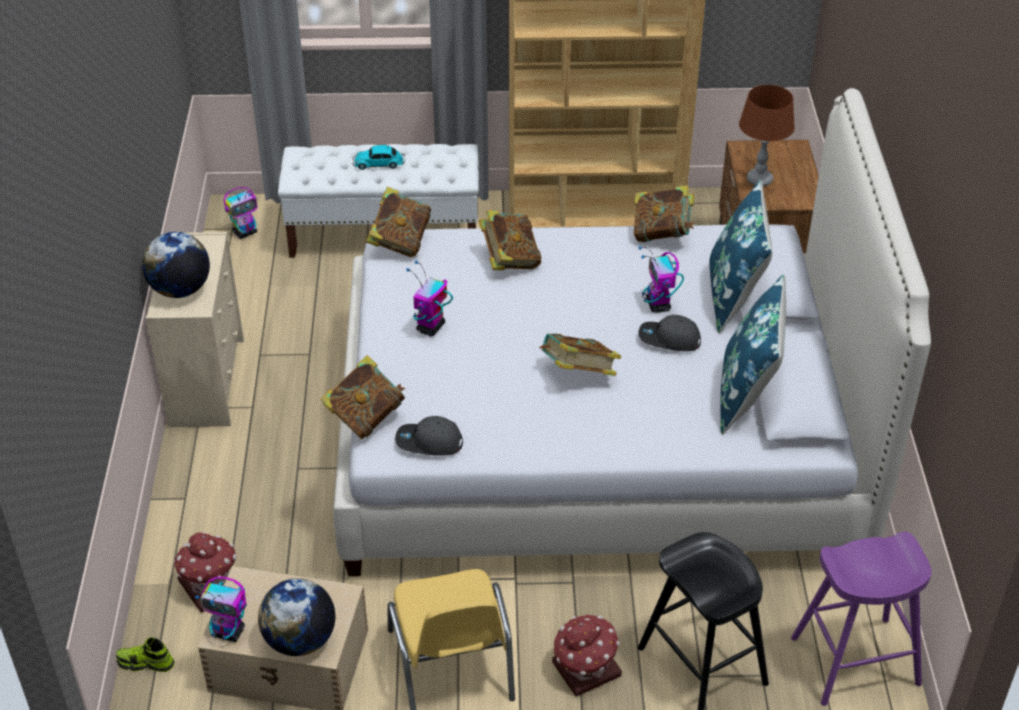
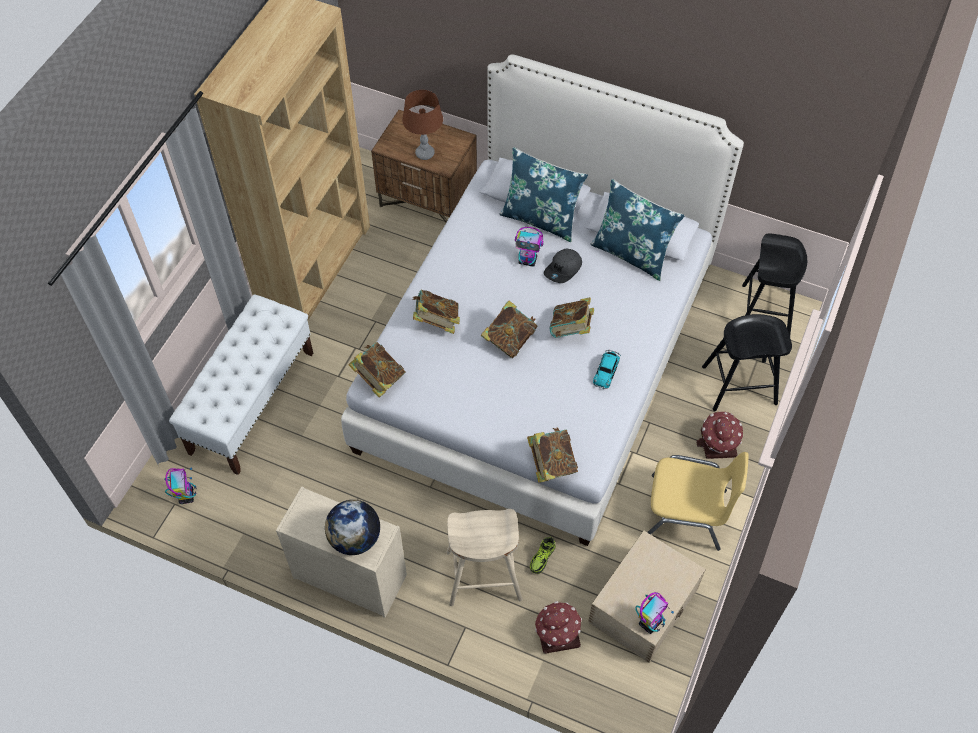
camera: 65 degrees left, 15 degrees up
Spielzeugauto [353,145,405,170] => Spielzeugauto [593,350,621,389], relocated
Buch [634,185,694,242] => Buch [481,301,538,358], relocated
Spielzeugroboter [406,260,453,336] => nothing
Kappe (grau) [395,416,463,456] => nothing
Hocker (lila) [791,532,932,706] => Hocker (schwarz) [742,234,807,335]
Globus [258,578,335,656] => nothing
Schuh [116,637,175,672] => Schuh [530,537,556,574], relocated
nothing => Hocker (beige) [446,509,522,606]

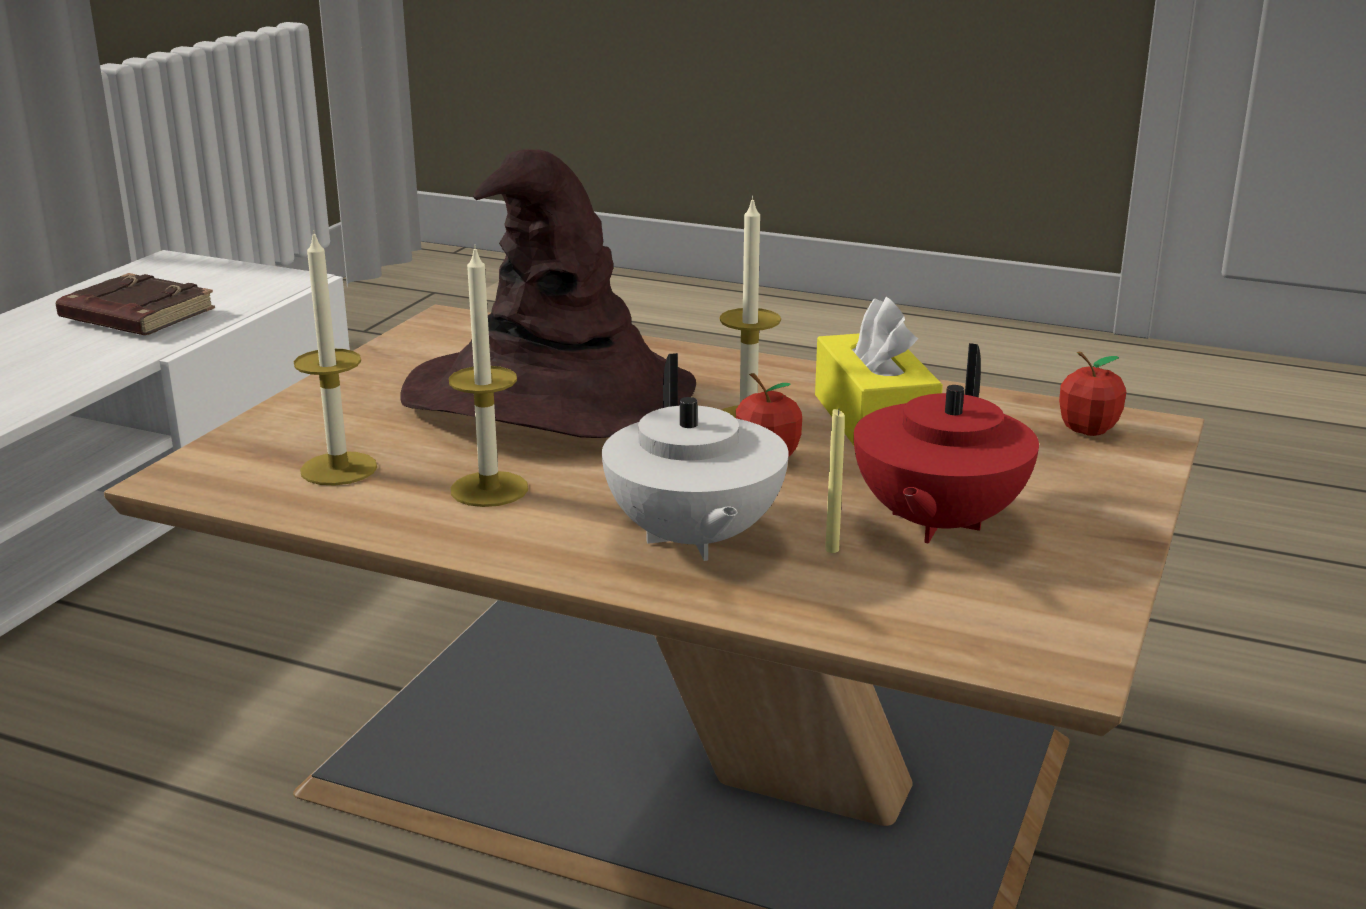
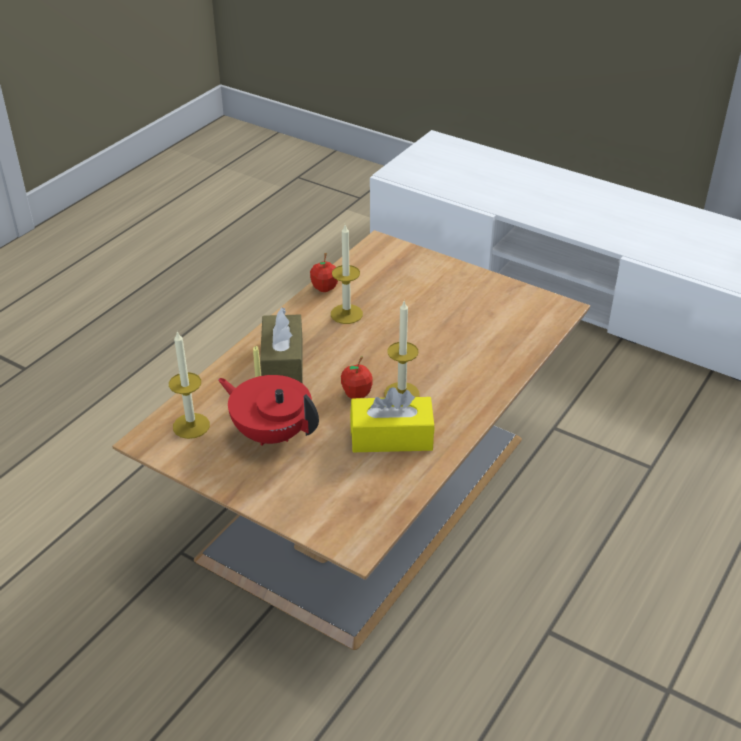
camera: 100 degrees right, 15 degrees up
Hut (braun) [400,149,696,438] => nothing
Kerze [294,230,377,485] => Kerze [169,330,210,439], relocated
Buch (braun) [56,273,215,335] => nothing
Apfel [1059,352,1126,436] => Apfel [310,253,338,292], relocated
Teekanne (weiß) [602,353,789,561] => Taschentuchbox (braun) [260,307,302,383]

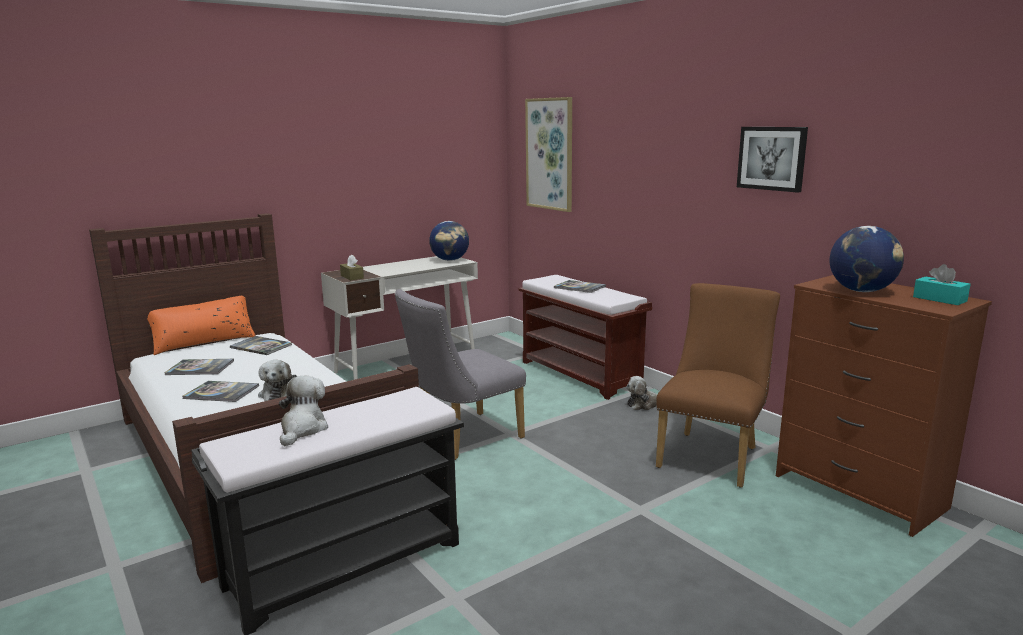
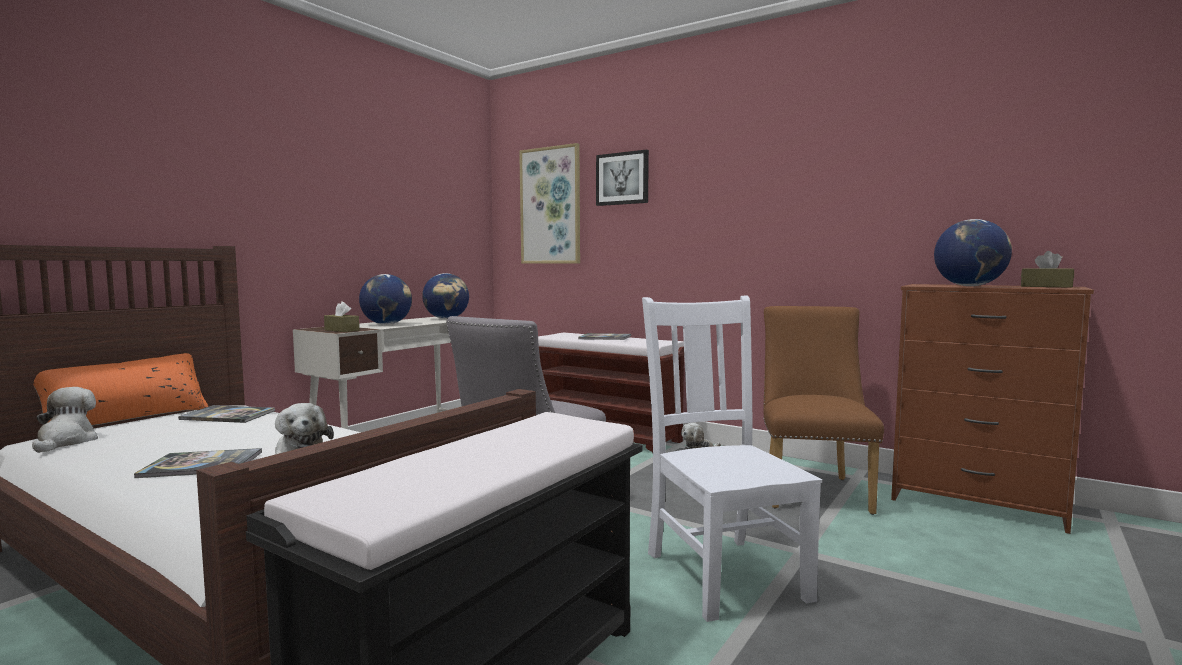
camera: 20 degrees left, 10 degrees down
Bild [737,127,808,193] => Bild [596,150,649,206], relocated
Taschentuchbox (türkis) [913,264,971,305] => Taschentuchbox (braun) [1021,251,1074,288]
Buch [165,359,234,375] => nothing
Plüschtier [279,376,328,446] => Plüschtier [32,387,98,453], relocated
nothing => Globus [359,274,412,325]
nothing => Stuhl (weiß) [642,296,822,622]

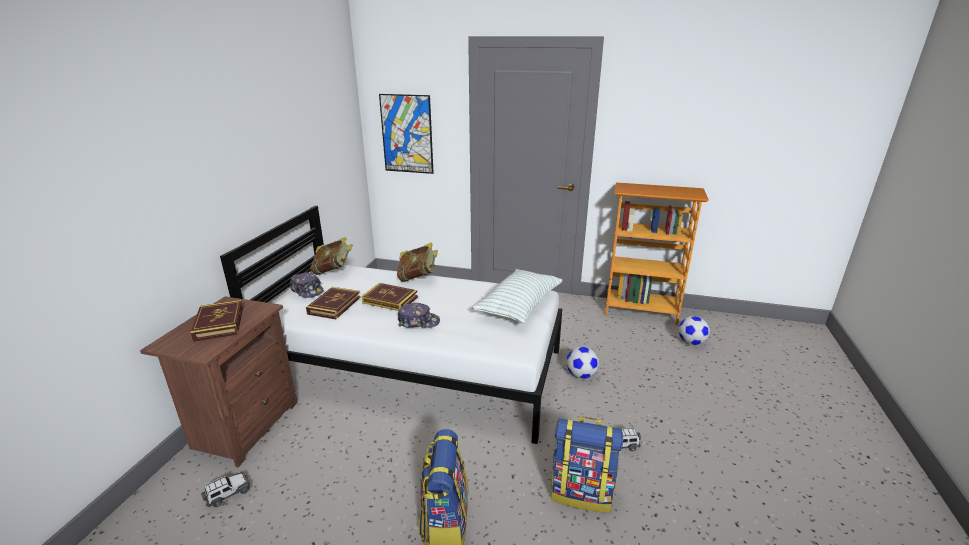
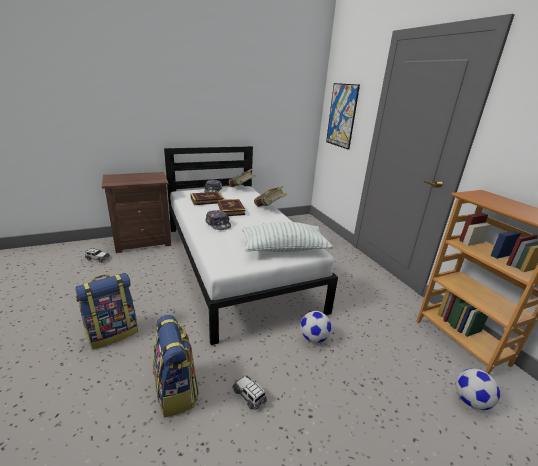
camera: 50 degrees right, 0 degrees up
Buch [190,300,243,342] => nothing

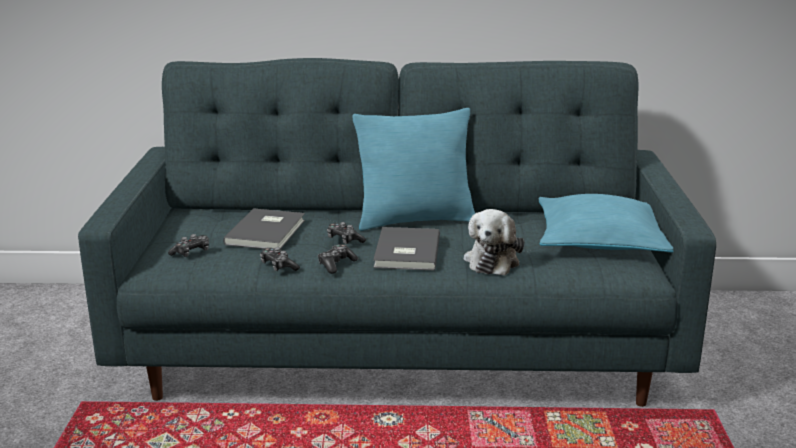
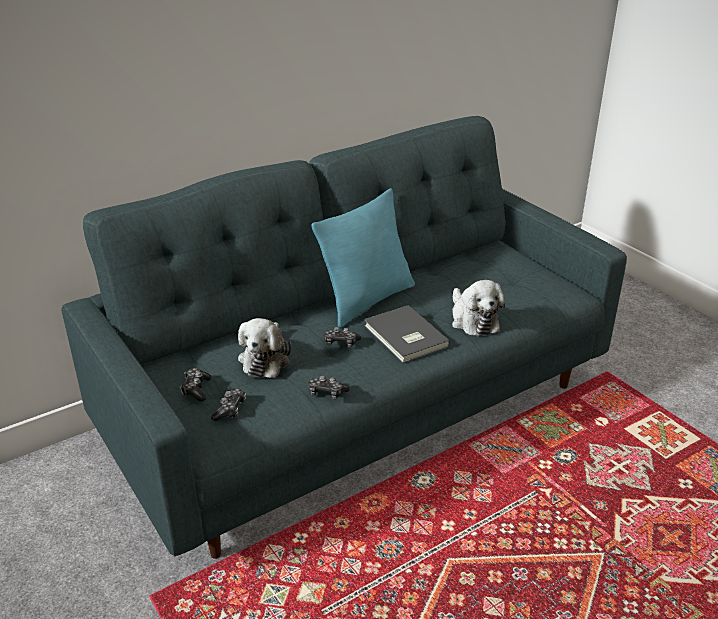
camera: 35 degrees left, 10 degrees up
Kissen (türkis) [539,194,673,253] => nothing
Buch (grau) [223,208,305,249] => Plüschtier [238,318,292,378]
Gamepad [318,244,358,274] => Gamepad [180,368,212,402], relocated

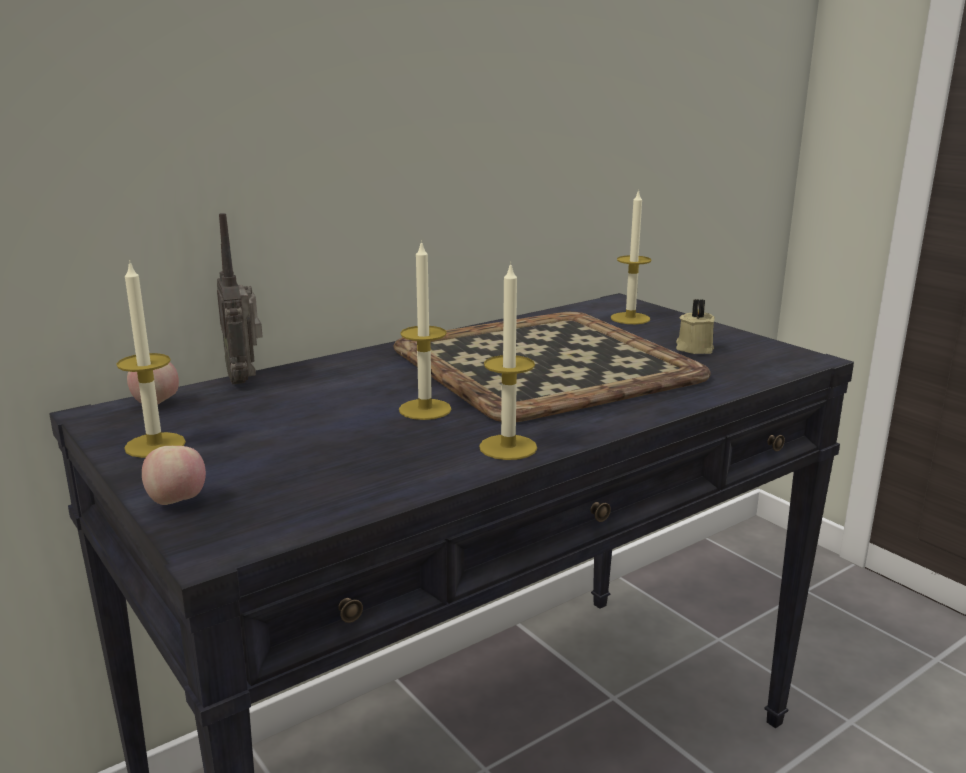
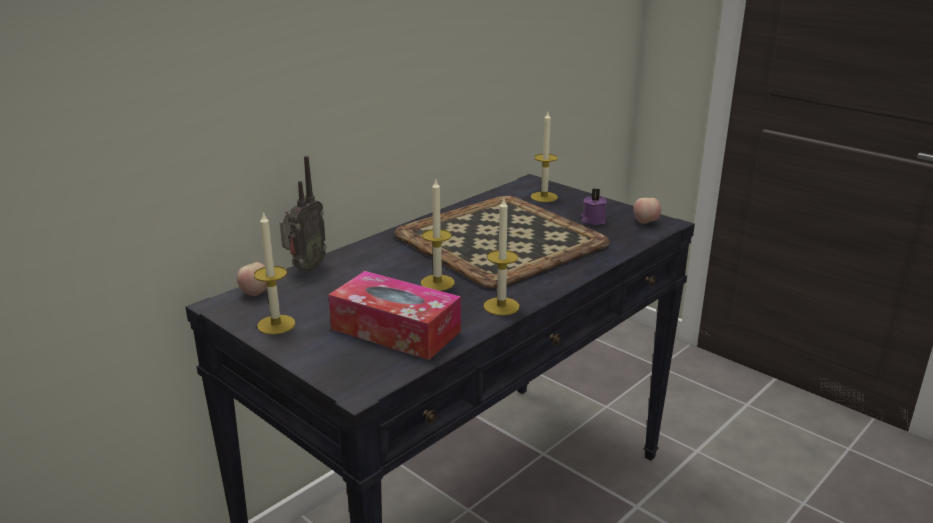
camera: 10 degrees left, 5 degrees up
Radio [217,213,263,384] => Radio [280,156,326,271], 120 degrees counterclockwise
Kerze (beige) [676,299,715,354] => Kerze (lila) [581,188,606,225]
Apfel [142,446,206,505] => Apfel [633,198,661,224], relocated
nothing => Taschentuchbox [329,271,461,360]

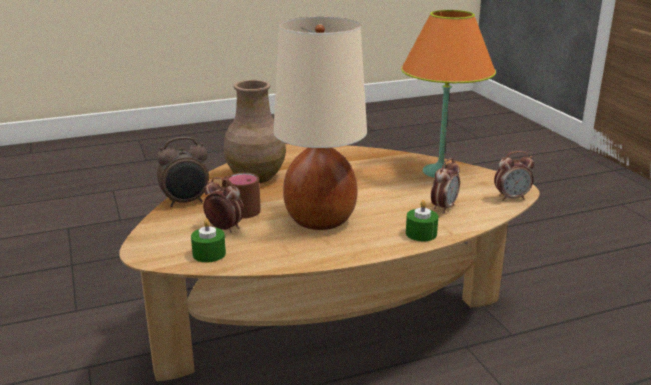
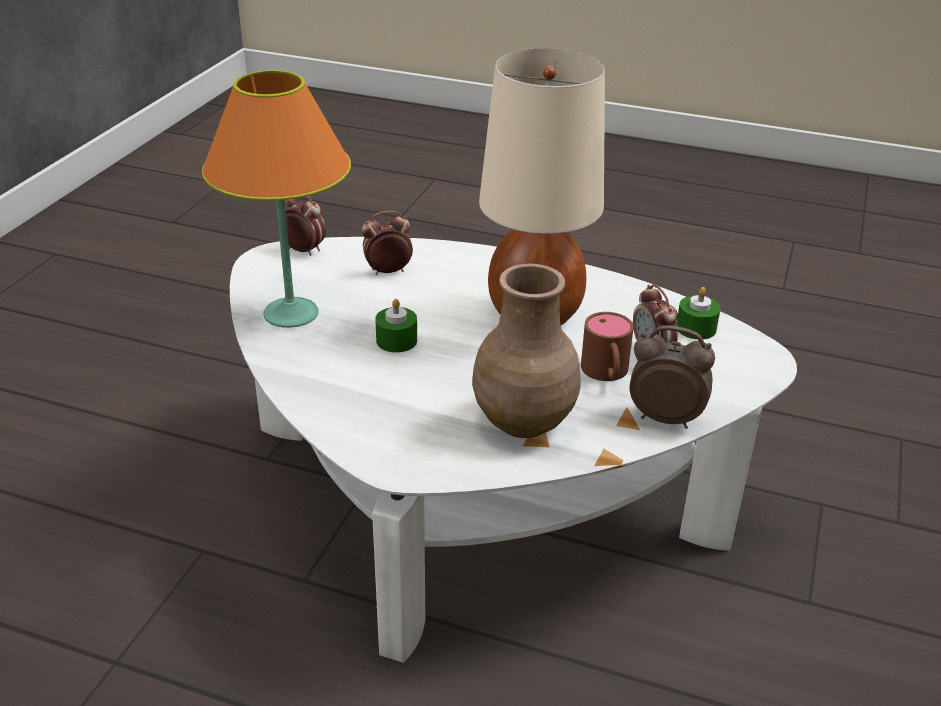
camera: 140 degrees left, 10 degrees up
Couchtisch (braun) [119,144,539,381] => Couchtisch (weiß) [230,237,797,663]
Kerze (grün) [406,200,438,242] => Kerze (grün) [375,299,417,353], relocated

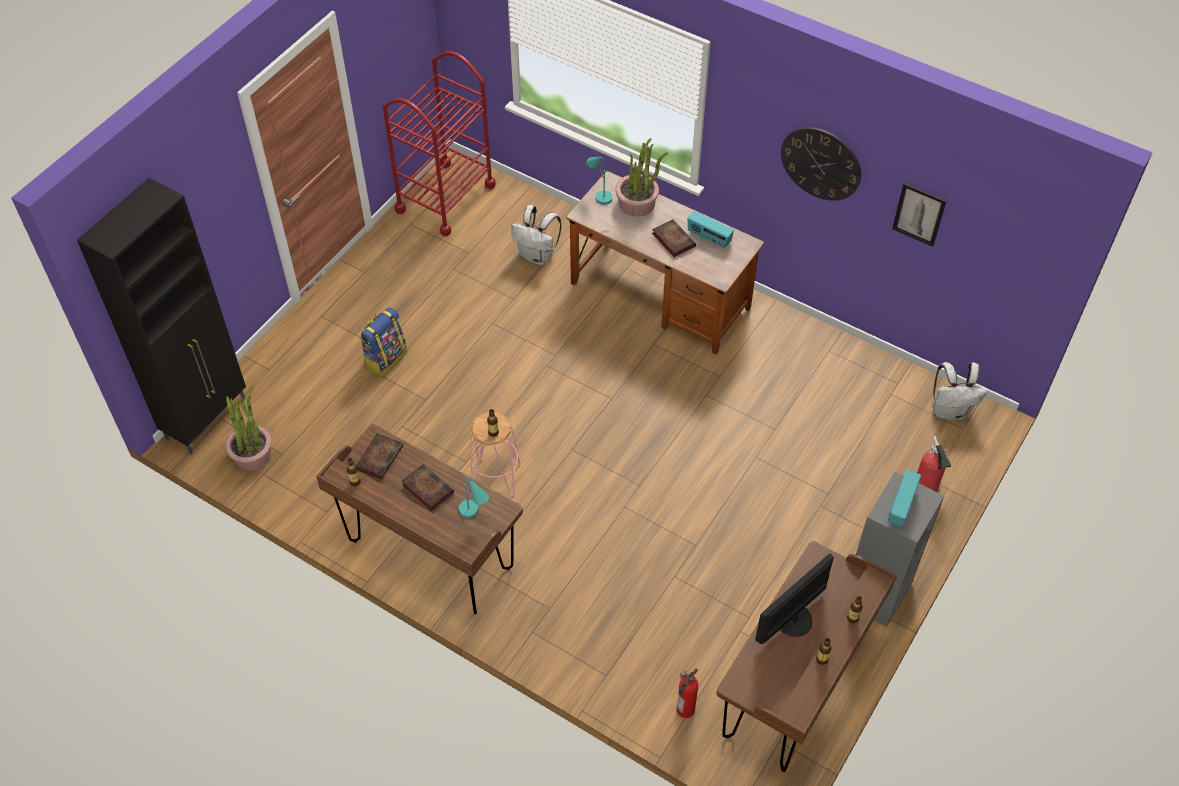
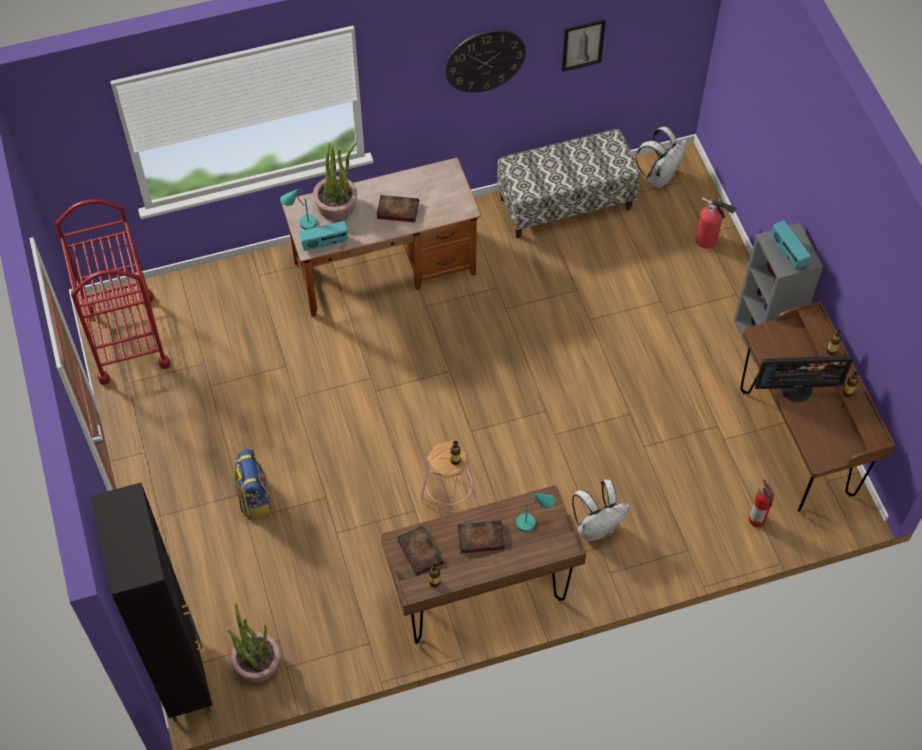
camera: 50 degrees left, 5 degrees up
Rucksack (weiß) [511,205,561,265] => Rucksack (weiß) [572,479,630,541], relocated
Radio [687,211,734,248] => Radio [299,221,348,251], relocated
Monitor [755,553,834,644] => Monitor [755,356,853,402], 90 degrees counterclockwise
nothing => Bank [497,129,641,238]

